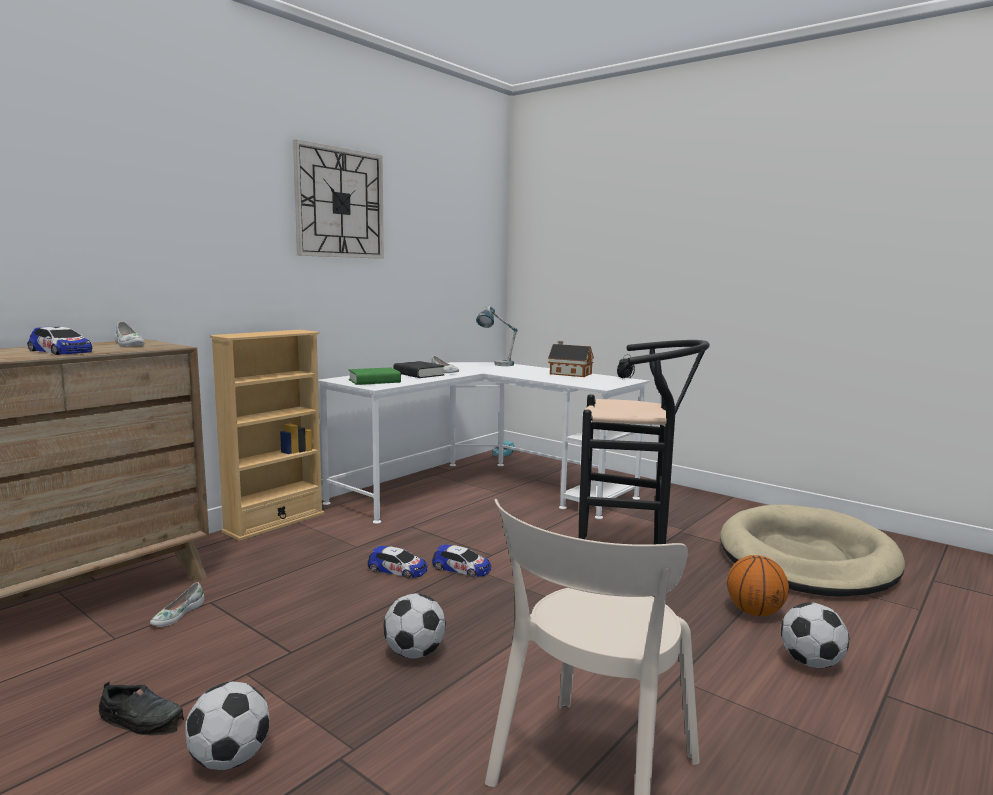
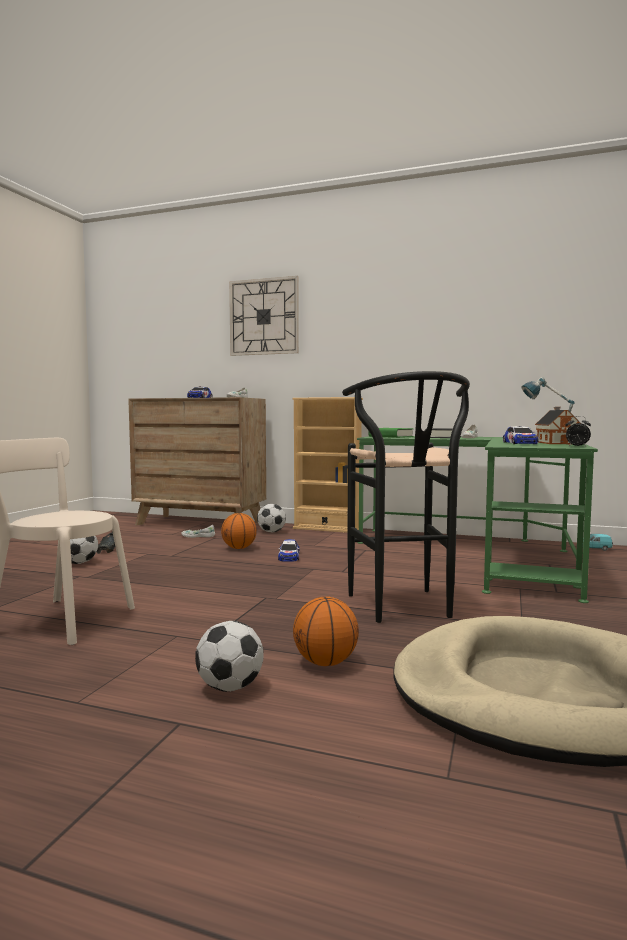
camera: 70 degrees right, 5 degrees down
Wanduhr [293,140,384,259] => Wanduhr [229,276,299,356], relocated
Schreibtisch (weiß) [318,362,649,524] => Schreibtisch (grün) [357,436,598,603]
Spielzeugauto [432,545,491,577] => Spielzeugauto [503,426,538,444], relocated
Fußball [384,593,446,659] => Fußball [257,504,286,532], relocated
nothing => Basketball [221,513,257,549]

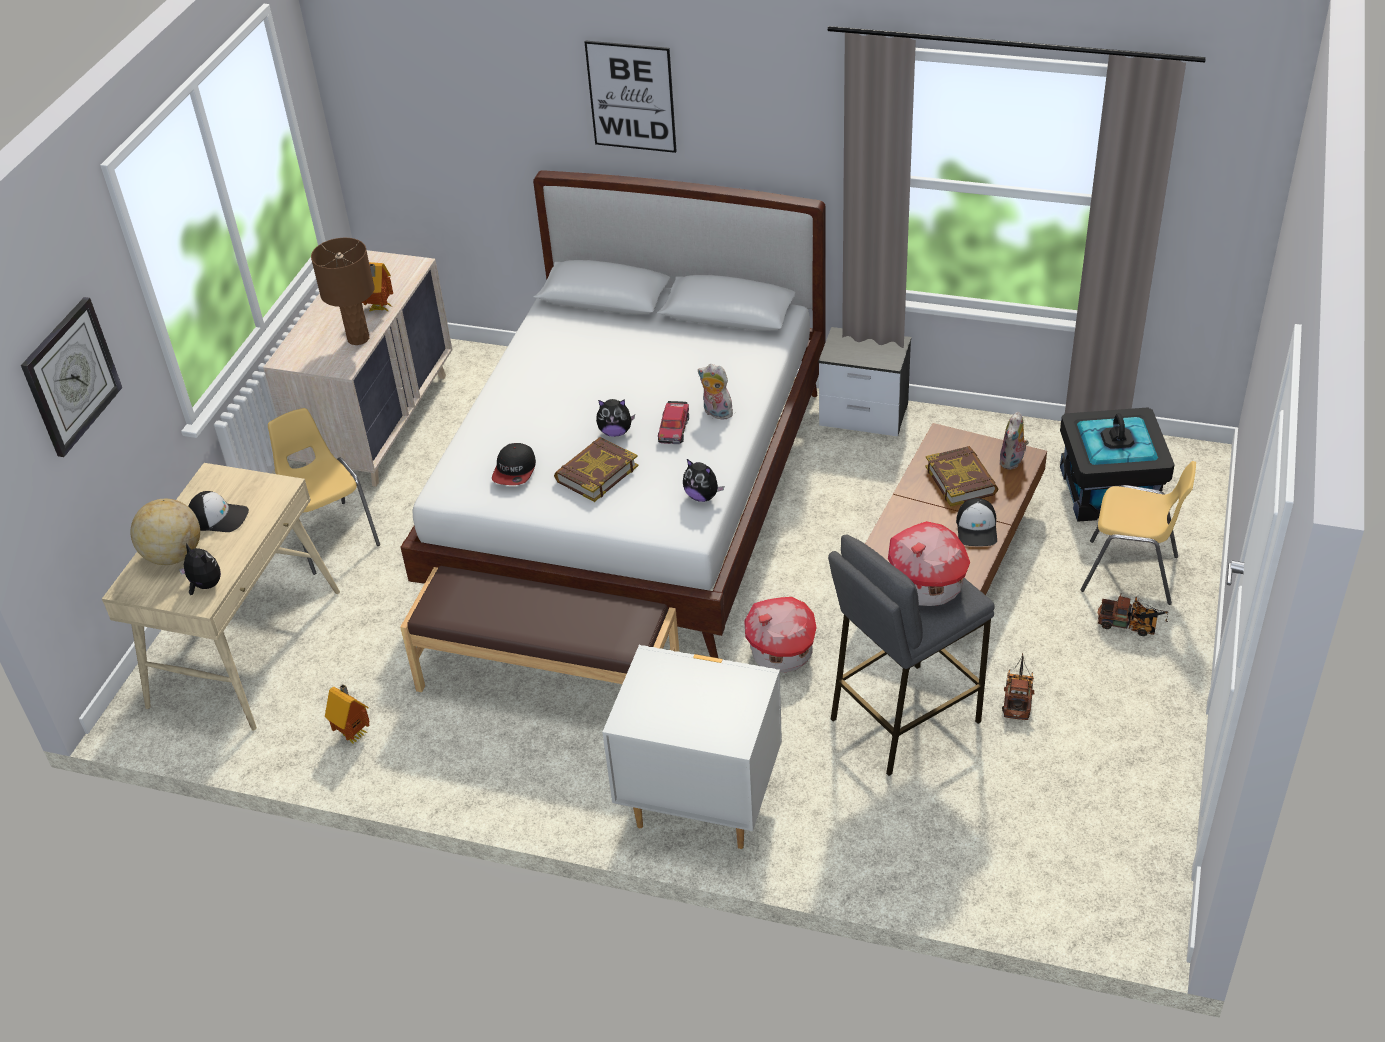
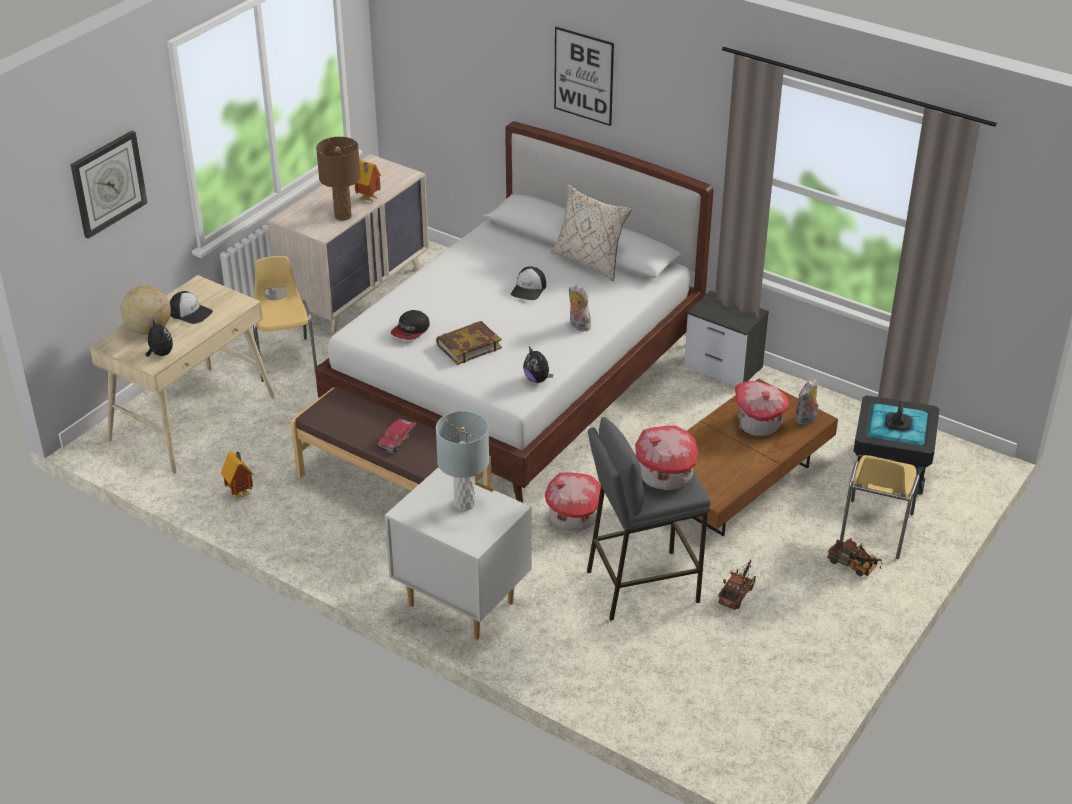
camera: 15 degrees right, 5 degrees down
Plüschtier [596,399,635,437] => nothing
Spielzeugauto [658,401,689,444] => Spielzeugauto [377,417,416,453], relocated
Buch [925,446,998,507] => Spielzeughaus [735,381,789,436]
Stuhl (gelb) [1080,461,1196,605] => Stuhl (gelb) [840,455,920,559], 75 degrees clockwise
Kappe [956,498,997,546] => Kappe [511,267,546,300], relocated
nothing => Kissen (beige) [551,184,632,281]
nothing => Tischlampe (grau) [436,411,489,511]

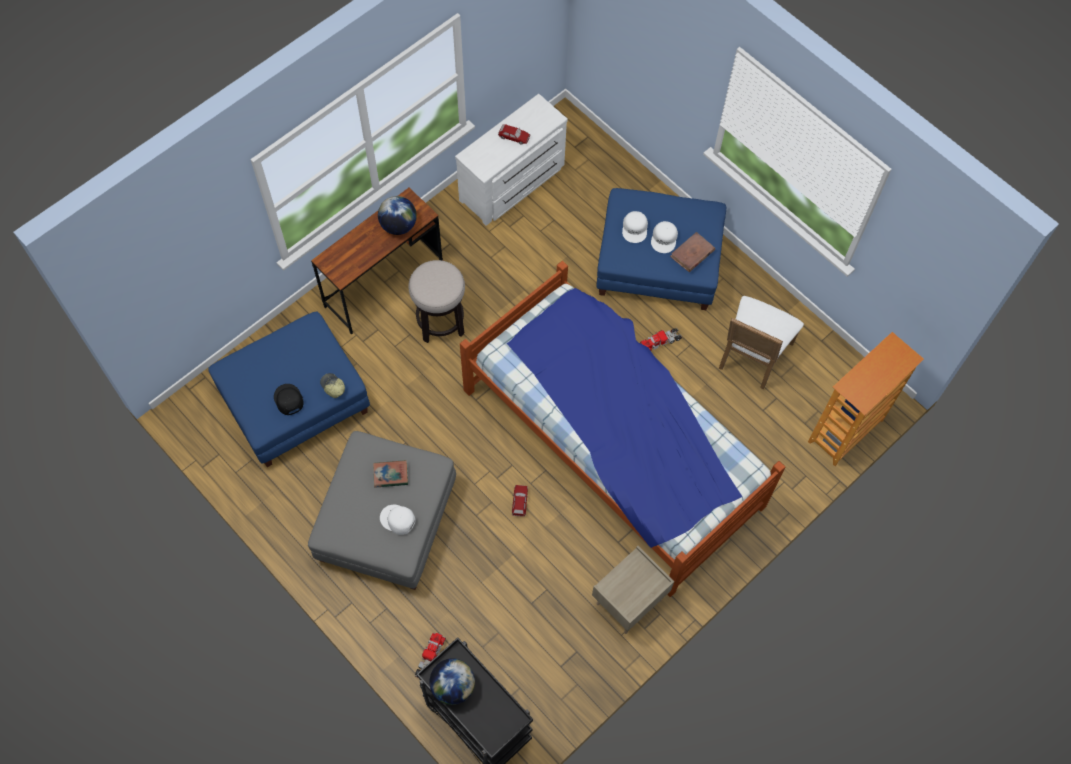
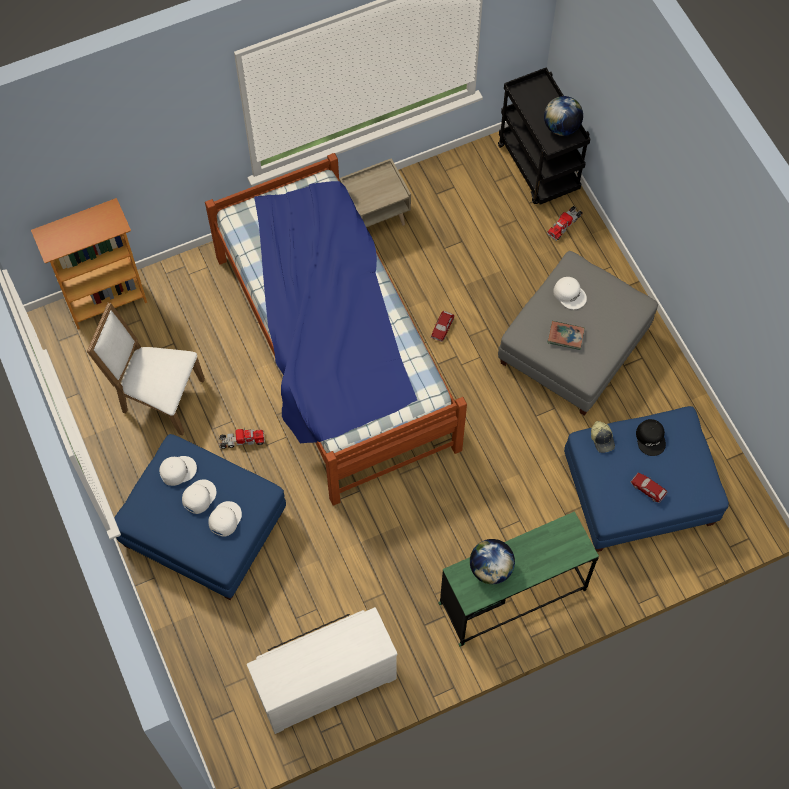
camera: 160 degrees left, 0 degrees up
Spielzeugauto [498,124,530,145] => Spielzeugauto [631,472,668,503], relocated
Schreibtisch (braun) [311,188,444,335] => Schreibtisch (grün) [438,511,599,647]
Buch (braun) [670,232,715,272] => Kappe (weiß) [159,456,197,486]
Hocker [408,260,465,343] => nothing
Stuhl (weiß) [719,296,804,389] => Stuhl (weiß) [87,302,205,435], 120 degrees counterclockwise

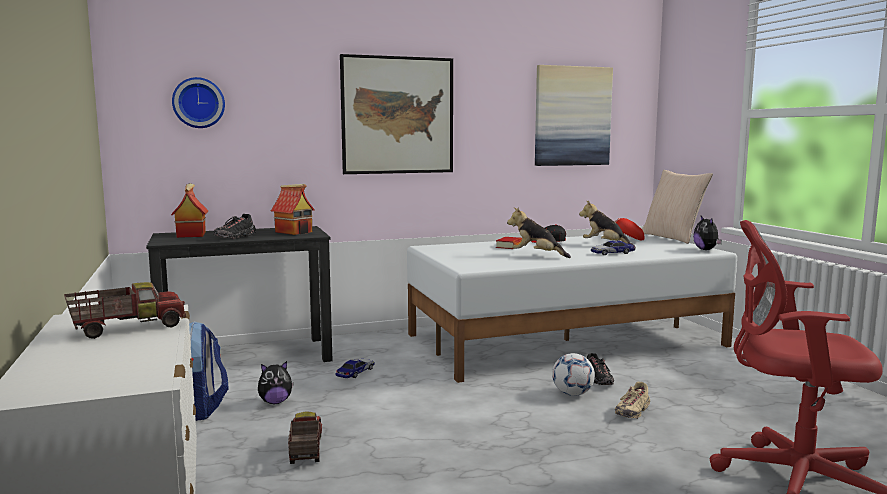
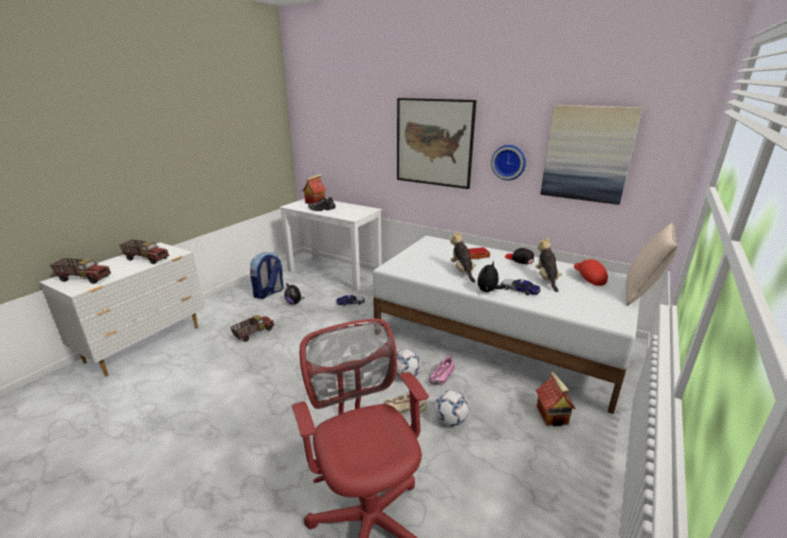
camera: 50 degrees right, 15 degrees up
Wanduhr [172,77,225,128] => Wanduhr [491,145,526,180], relocated
Spielzeughaus [271,184,314,235] => Spielzeughaus [536,371,576,426], relocated
Plüschtier [693,216,722,250] => Plüschtier [478,261,505,292], relocated
Schreibtisch (schwarz) [146,226,333,362] => Schreibtisch (weiß) [279,199,382,291]
Schuh (schwarz) [587,353,614,385] => Schuh (rosa) [429,356,455,385]
nothing => Spielzeuglaster [50,258,111,284]
nothing => Fußball [434,390,469,426]

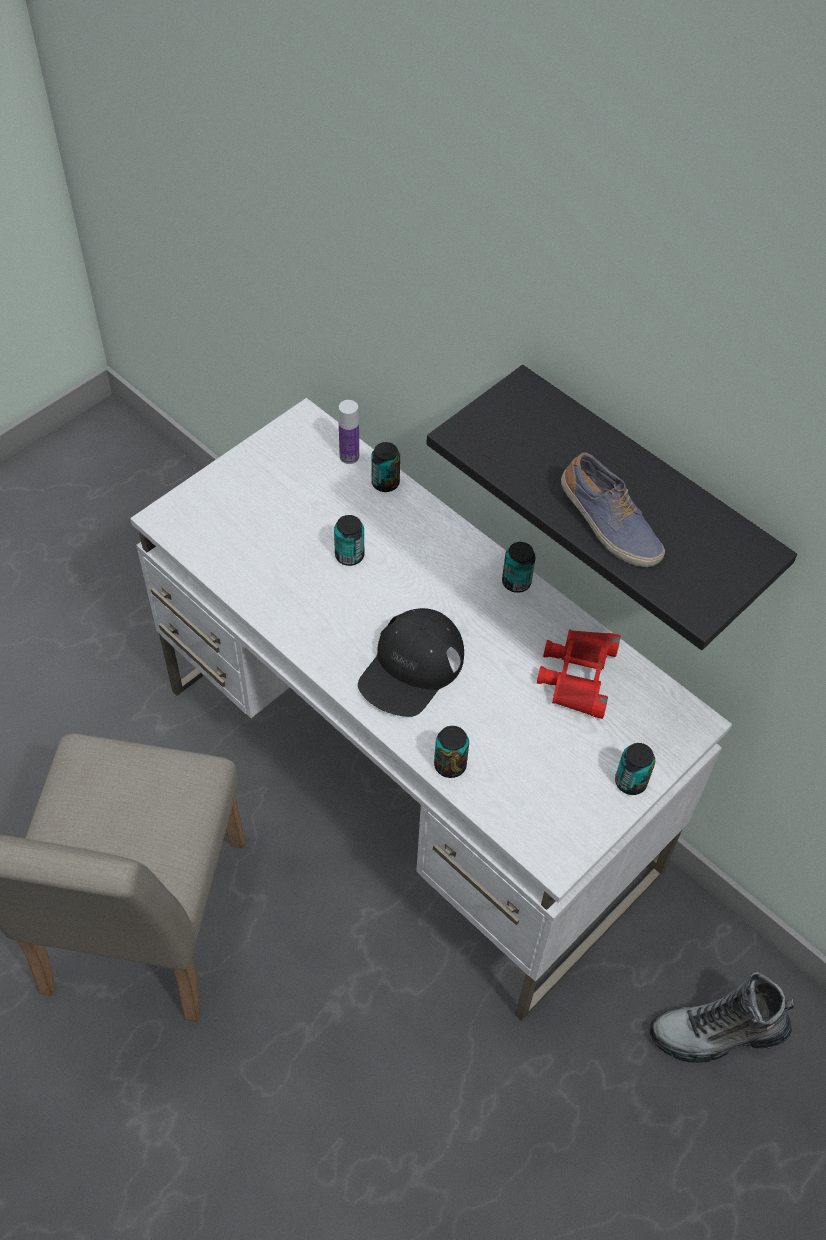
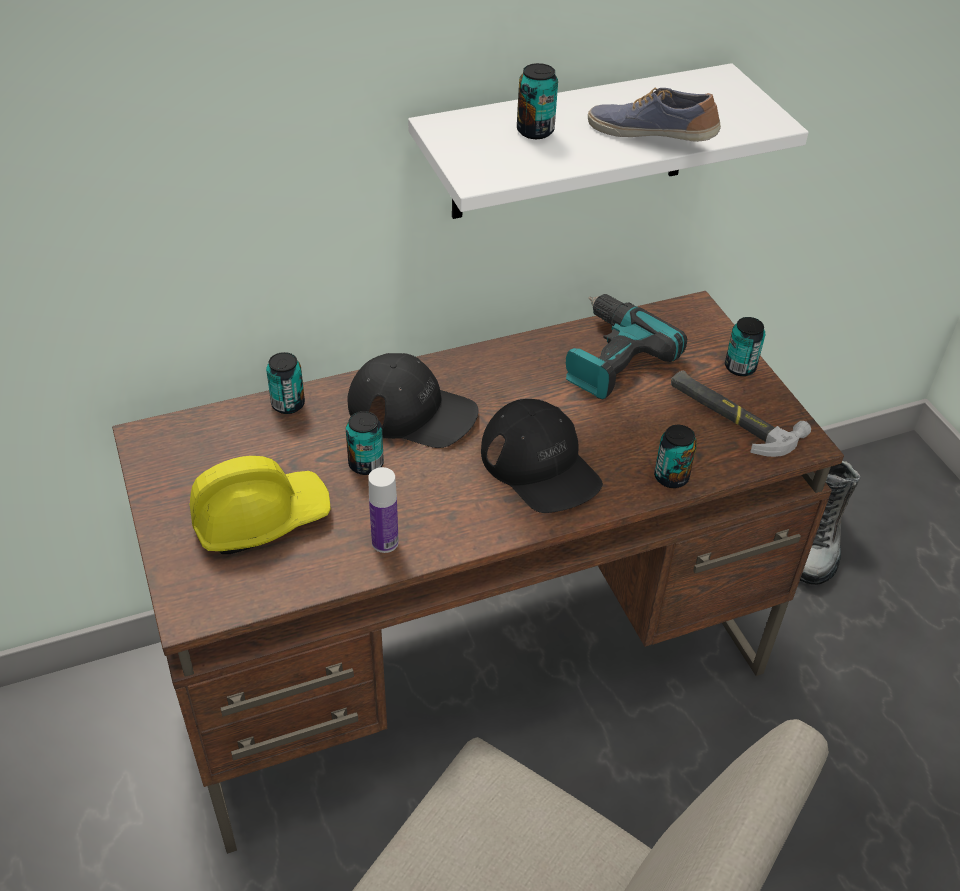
camera: 65 degrees left, 10 degrees down
Wandregal (schwarz) [426,365,797,650] => Wandregal (weiß) [408,63,809,219]
Schreibtisch (weiß) [130,398,732,1021] => Schreibtisch (braun) [112,291,844,854]
Flasche [339,400,359,464] => Flasche [368,467,399,553], relocated
Schuh [561,453,665,567] => Schuh [588,88,721,142], 135 degrees counterclockwise
Dose [502,542,536,593] => Dose [517,63,558,139], relocated
Fernglas (rot) [537,629,621,719] => Bohrmaschine [566,294,687,399]
nothing => Kappe (schwarz) [348,353,478,448]
nothing => Hammer [671,370,811,457]
nothing => Schutzhelm (gelb) [190,456,331,554]

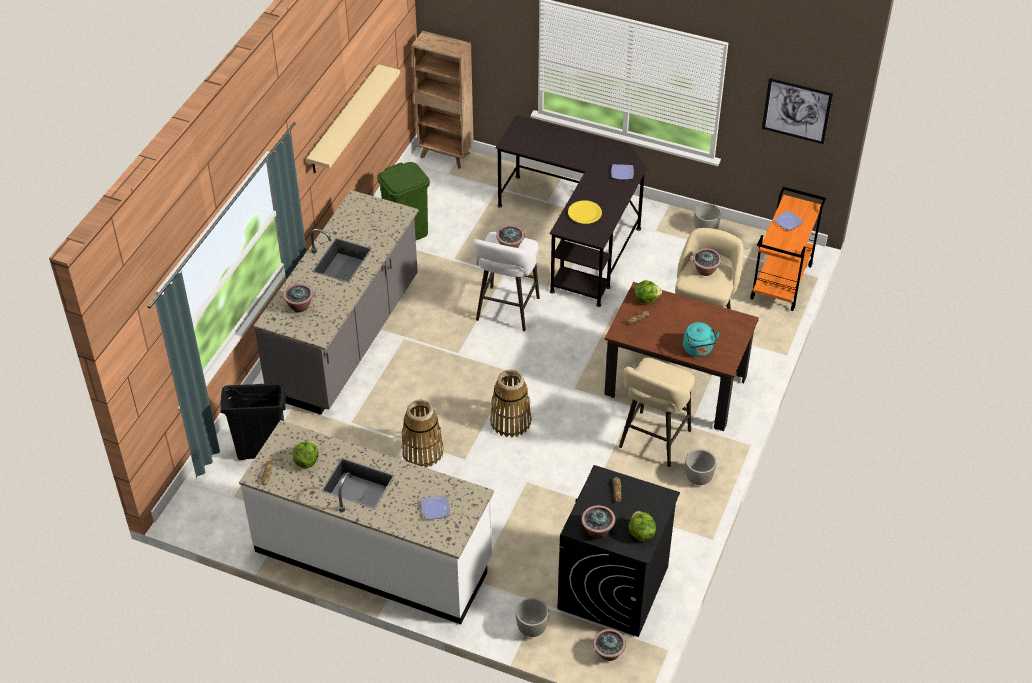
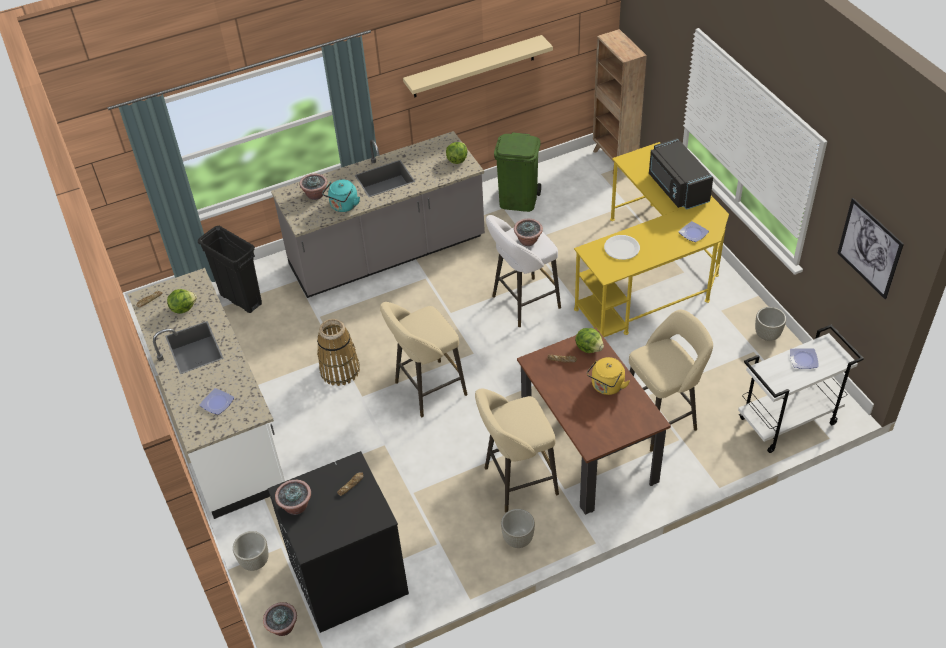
camera: 45 degrees right, 0 degrees up
Schreibtisch (schwarz) [496,115,647,307] => Schreibtisch (gelb) [574,142,729,337]
Rollwagen (orange) [750,187,826,311] => Rollwagen (weiß) [738,325,864,453]
Teller (gelb) [568,201,602,224] => Teller (weiß) [604,235,640,260]
Topfpflanze [693,248,721,276] => nothing
Wasserkessel (türkis) [683,322,720,357] => Wasserkessel (türkis) [322,180,360,212], relocated
Korb [490,370,531,438] => Hocker (beige) [380,302,467,417]
Salatkopf [629,511,656,541] => Salatkopf [446,142,467,164], relocated
nothing => Mikrowelle (schwarz) [649,138,713,210]
nothing => Wasserkessel (gelb) [587,357,630,395]

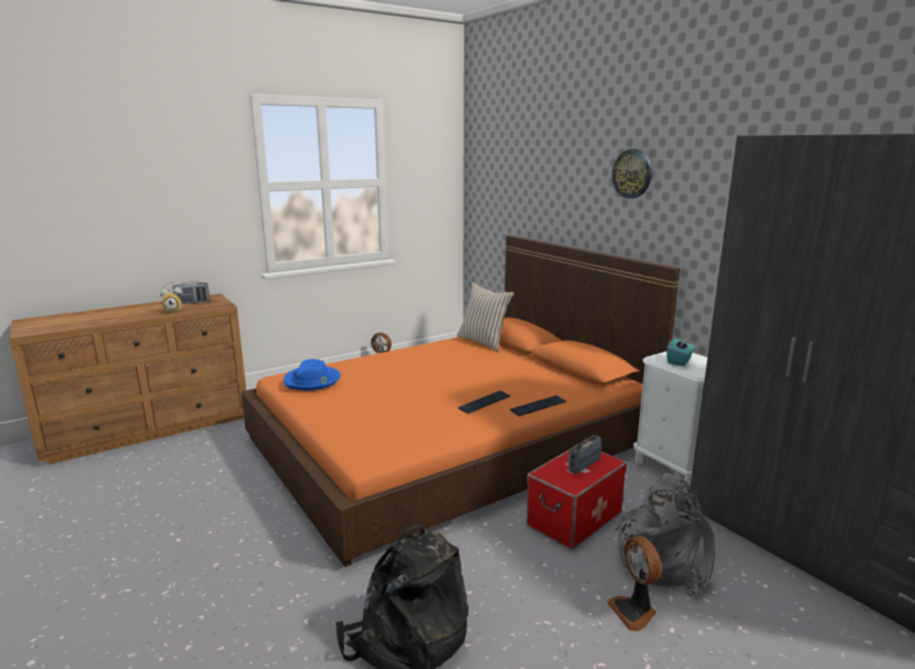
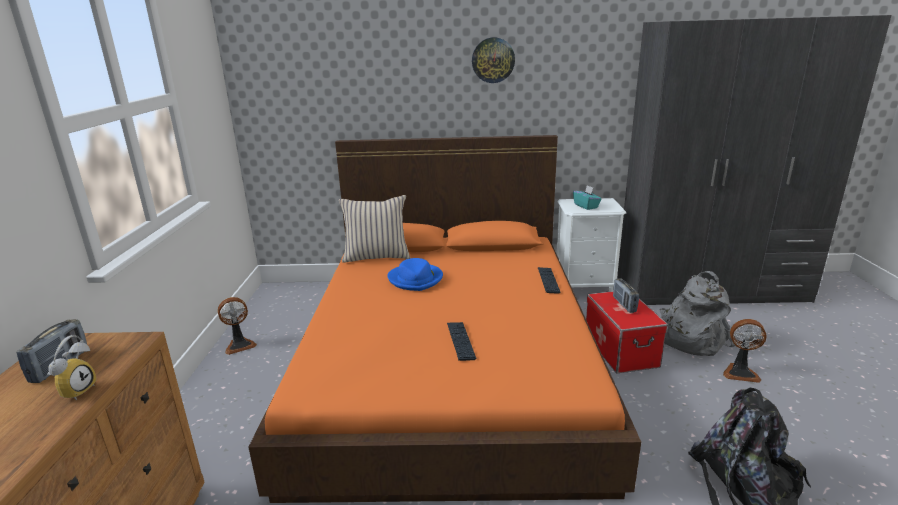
camera: 55 degrees left, 5 degrees up
Hut (blau) [284,359,341,390] => Hut (blau) [387,258,443,291], relocated
Tastatur [458,391,511,414] => Tastatur [447,322,476,361], relocated

